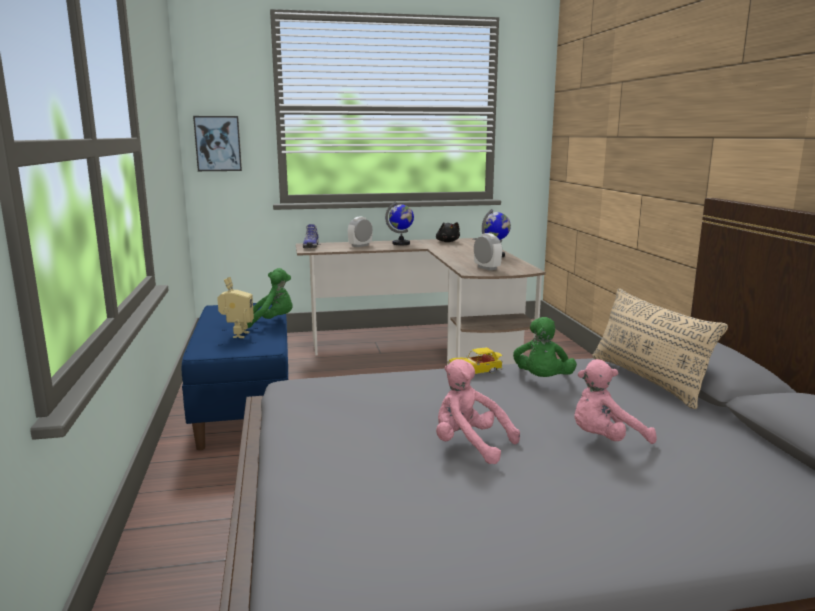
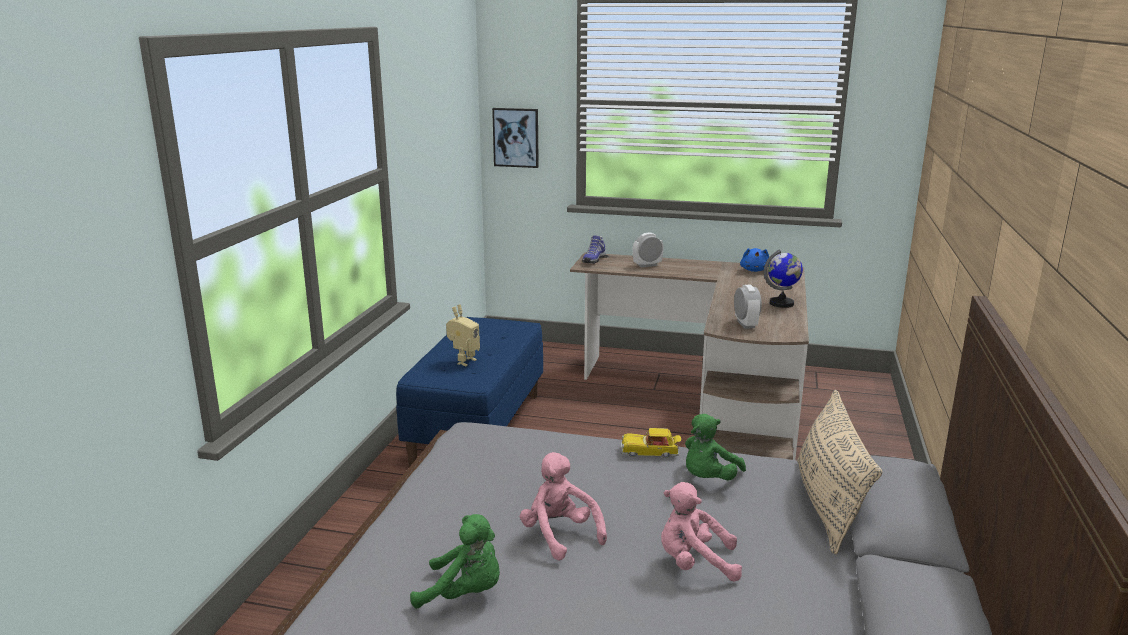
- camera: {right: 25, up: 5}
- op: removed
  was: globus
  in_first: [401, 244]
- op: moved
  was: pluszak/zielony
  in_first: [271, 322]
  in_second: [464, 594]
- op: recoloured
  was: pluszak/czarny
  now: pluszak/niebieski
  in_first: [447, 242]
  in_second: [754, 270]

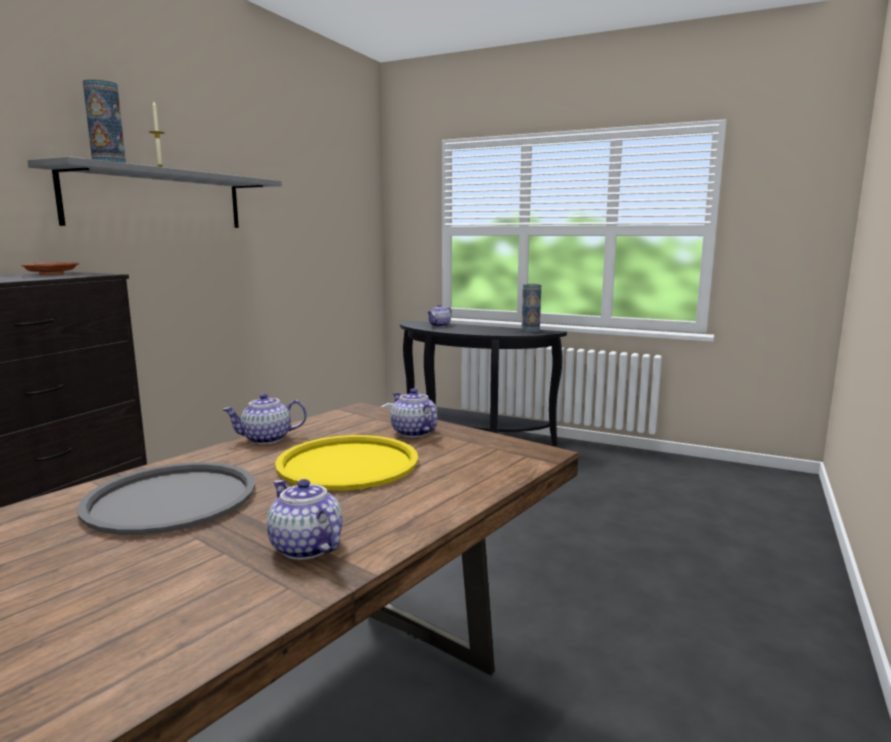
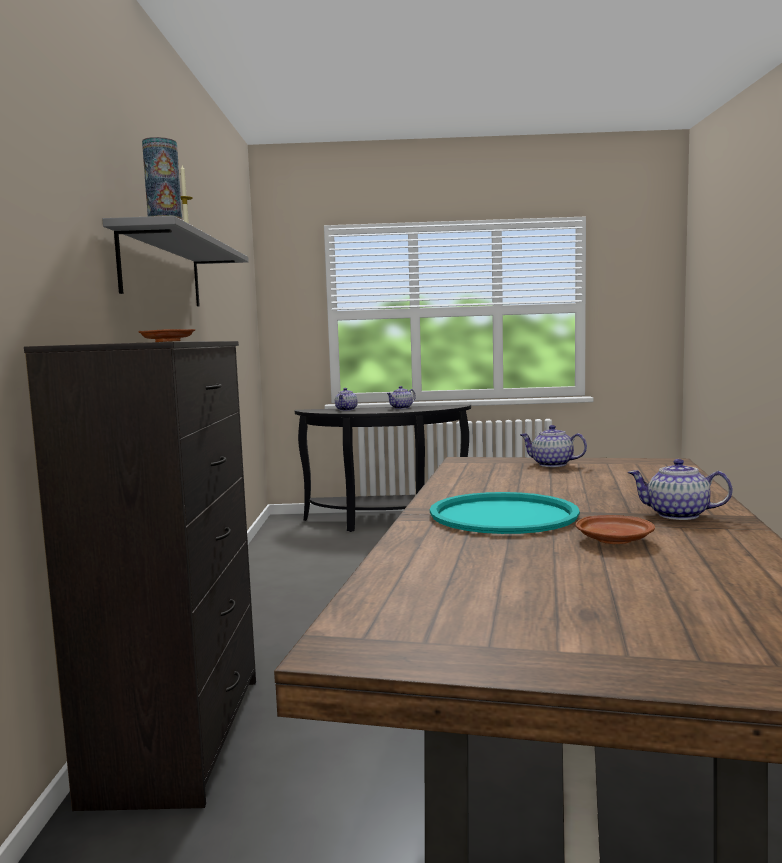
- camera: {right: -25, up: -5}
- op: removed
  was: taca/żółty
  in_first: [348, 464]
- op: removed
  was: wazon
  in_first: [530, 330]
- op: added
  now: talerz/brązowy
  in_second: [614, 540]
- op: moved
  was: imbryk
  in_first: [266, 439]
  in_second: [401, 408]
- op: recoloured
  was: taca/szary
  now: taca/turkusowy
  in_first: [171, 499]
  in_second: [503, 515]

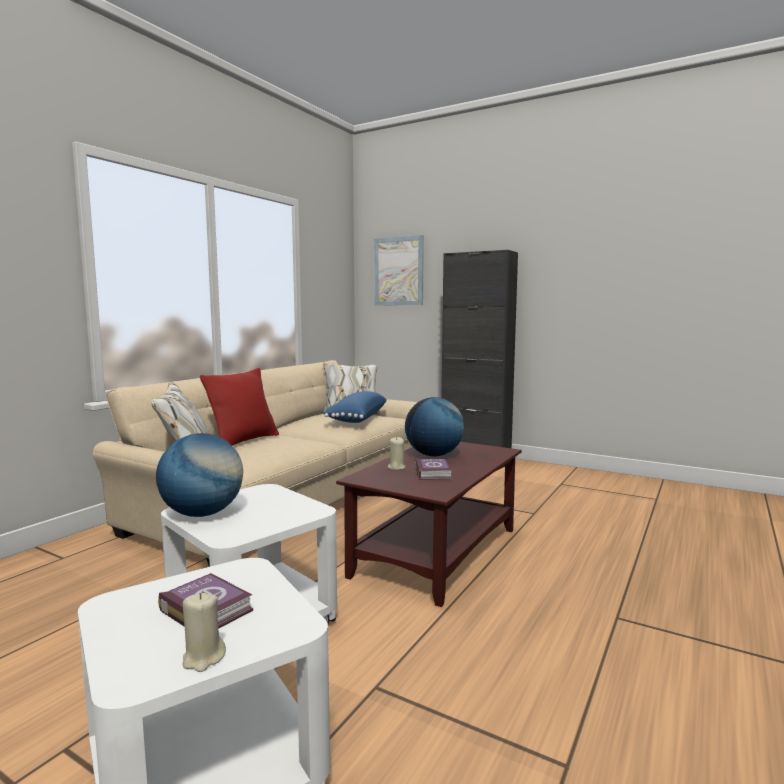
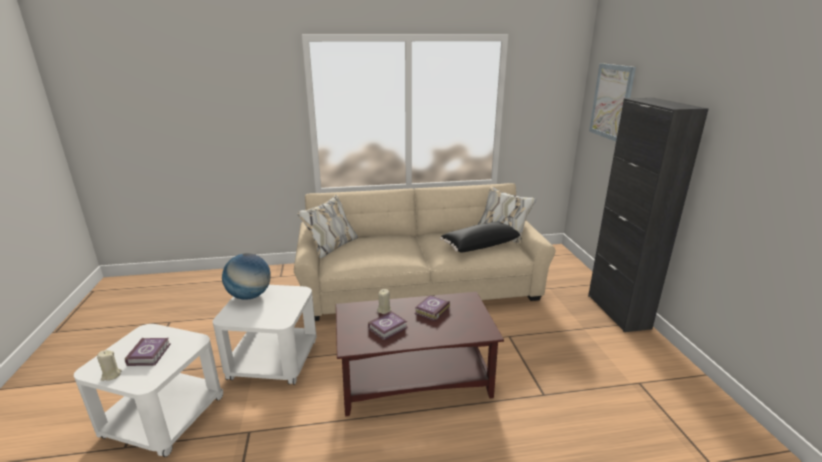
- camera: {right: 50, up: 15}
- op: removed
  was: poduszka/czerwony
  in_first: [244, 441]
- op: replaced
  was: globus
  now: książka
  in_first: [433, 455]
  in_second: [431, 310]
- op: recoloured
  was: poduszka/niebieski
  now: poduszka/czarny
  in_first: [356, 418]
  in_second: [479, 245]

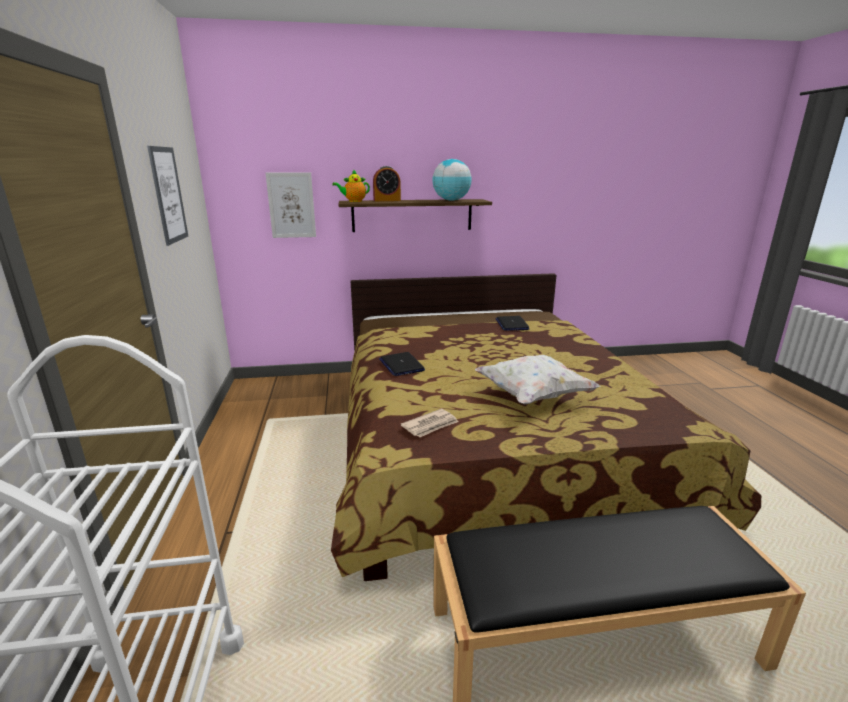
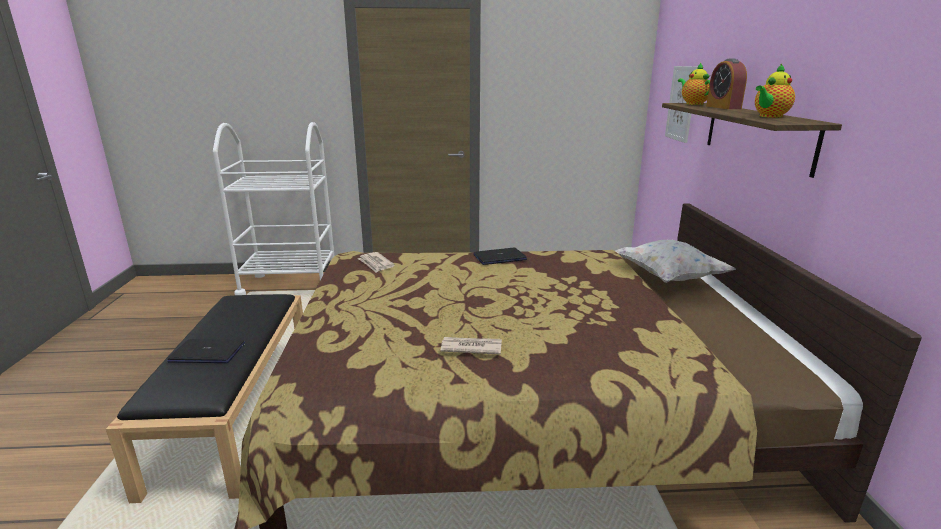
- camera: {right: 95, up: 0}
- op: removed
  was: obraz
  in_first: [168, 195]
- op: added
  now: gazeta
  in_second: [470, 347]
- op: moved
  was: poduszka/biały
  in_first: [533, 396]
  in_second: [668, 277]
- op: moved
  was: laptop
  in_first: [511, 324]
  in_second: [208, 352]
- op: replaced
  was: globus
  now: imbryk
  in_first: [451, 200]
  in_second: [769, 116]

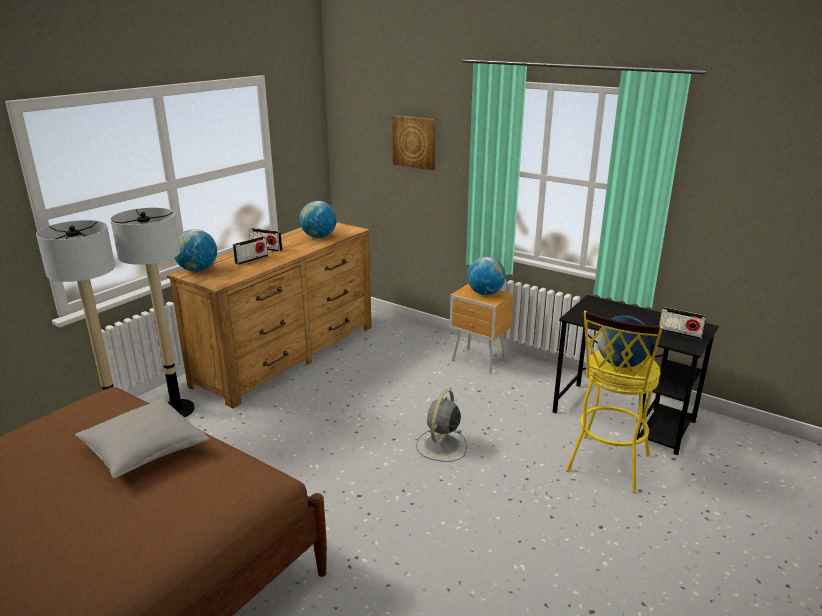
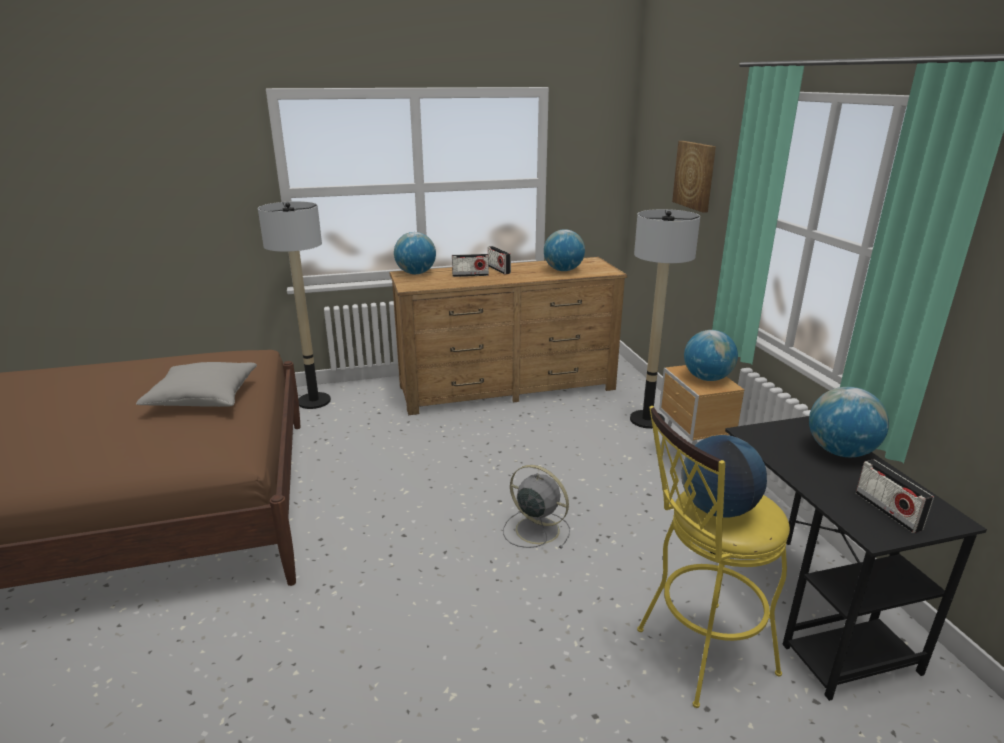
- camera: {right: 40, up: 0}
- op: added
  now: globus
  in_second: [840, 452]
- op: moved
  was: lampa stojąca
  in_first: [177, 410]
  in_second: [647, 420]
- op: turned
  was: wentylator/szary
  in_first: [441, 445]
  in_second: [535, 529]
  clockwise: 60

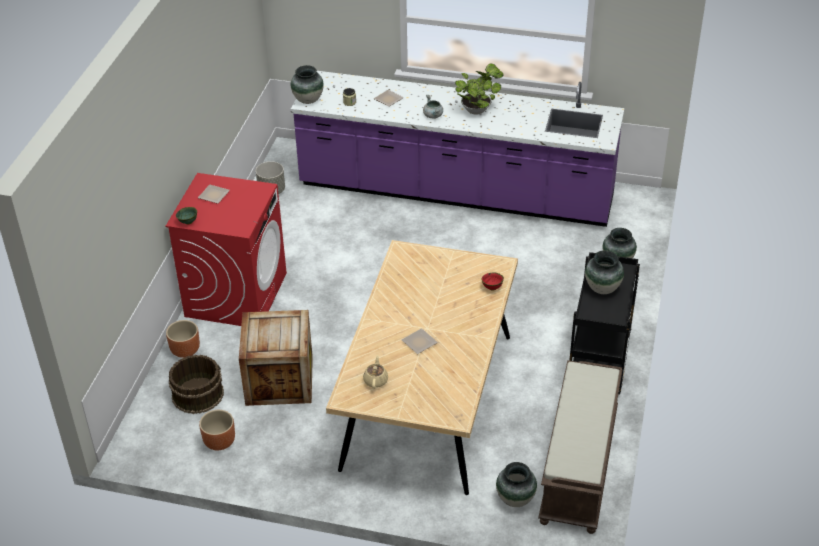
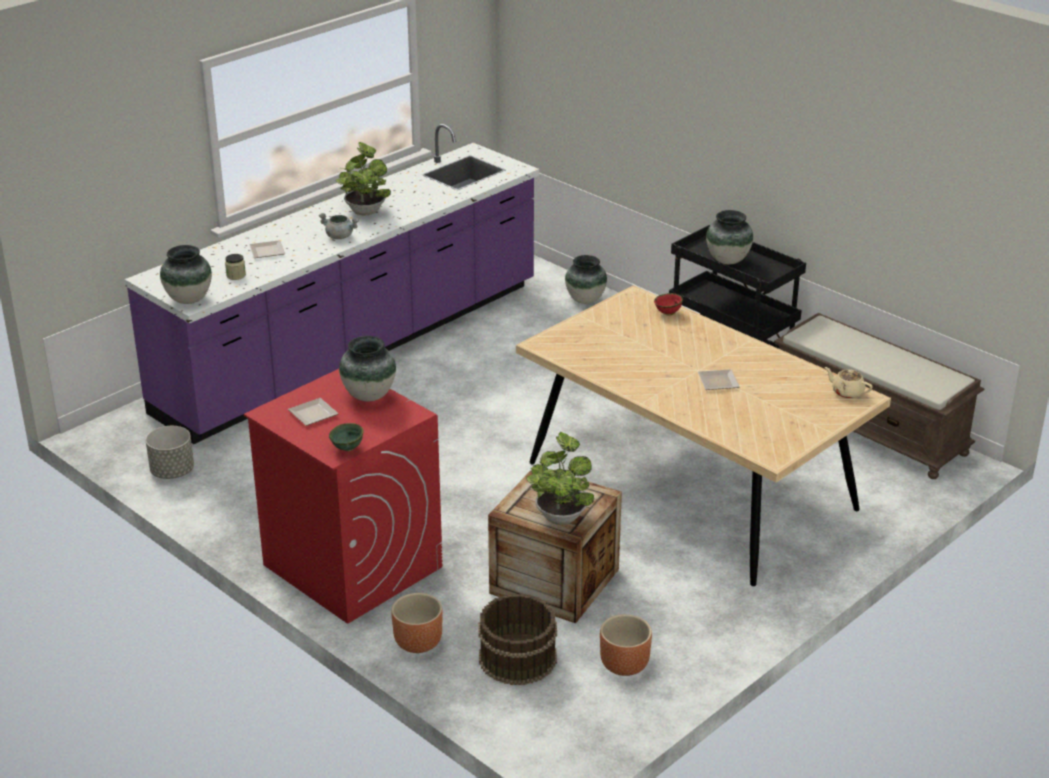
- camera: {right: -60, up: -10}
- op: added
  now: roślina doniczkowa
  in_second: [561, 515]
- op: moved
  was: imbryk/beżowy
  in_first: [376, 380]
  in_second: [847, 392]
- op: moved
  was: wazon
  in_first: [515, 499]
  in_second: [368, 395]

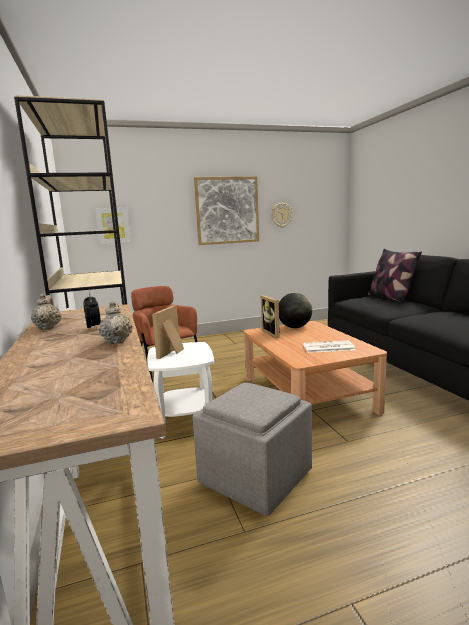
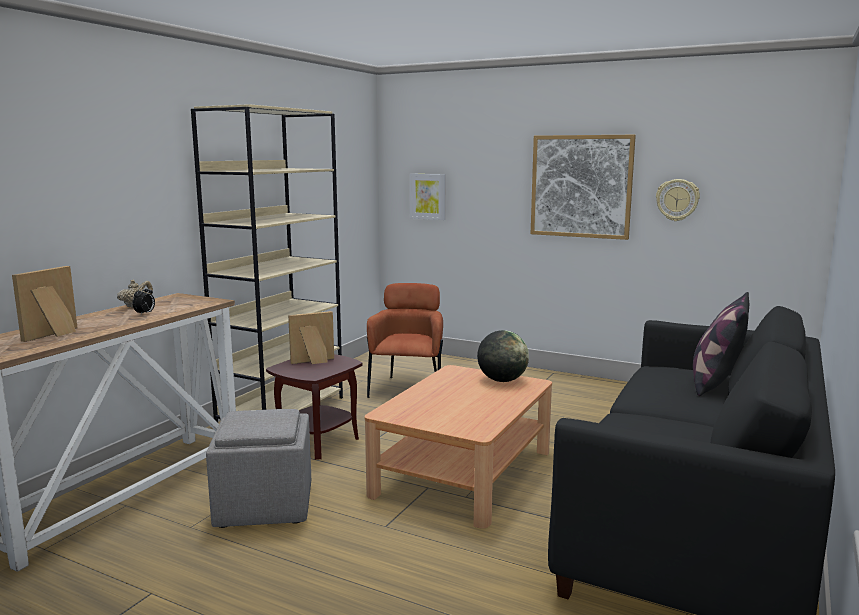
- camera: {right: 45, up: 0}
- op: removed
  was: imbryk/beżowy
  in_first: [117, 341]
- op: removed
  was: gazeta
  in_first: [327, 347]
- op: moved
  was: ramka na zdjęcie
  in_first: [273, 333]
  in_second: [55, 335]
- op: recoloured
  was: stolik/biały
  now: stolik/brązowy
  in_first: [185, 420]
  in_second: [317, 441]

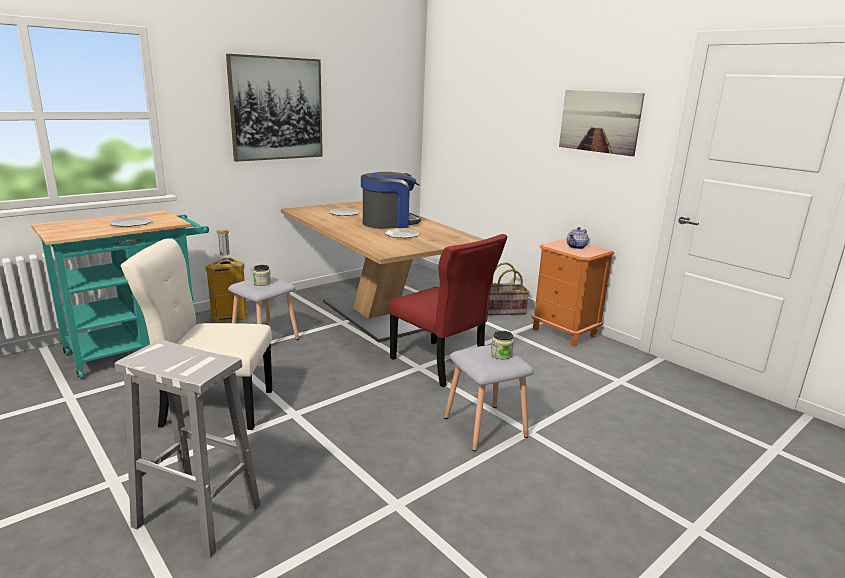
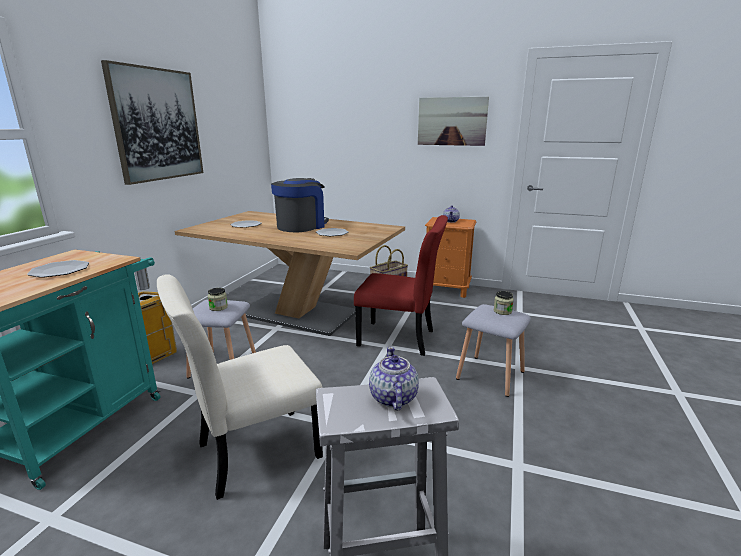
- camera: {right: -30, up: 0}
- op: added
  now: imbryk
  in_second: [392, 398]

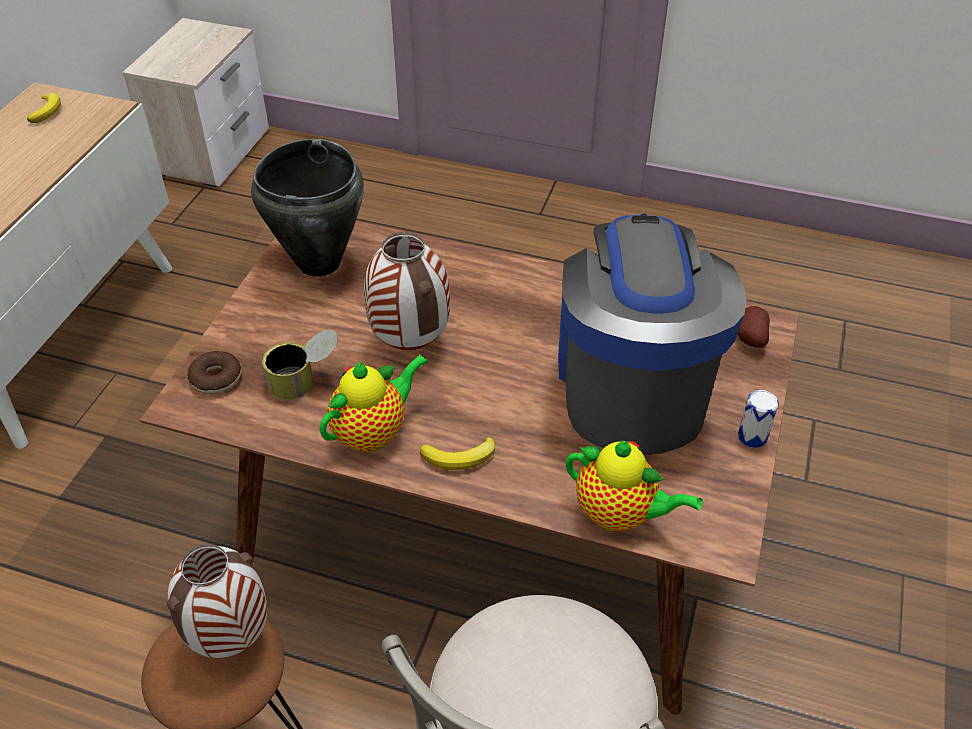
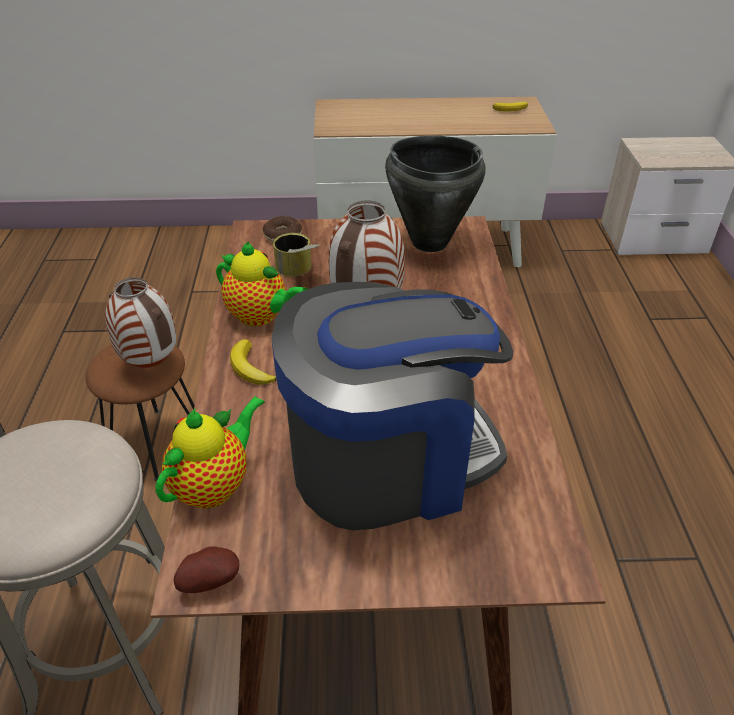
- camera: {right: 70, up: -5}
- op: removed
  was: puszka
  in_first: [752, 436]
- op: moved
  was: ziemniak
  in_first: [748, 339]
  in_second: [210, 580]
- op: turned
  was: imbryk
  in_first: [620, 514]
  in_second: [215, 485]
  clockwise: -150

